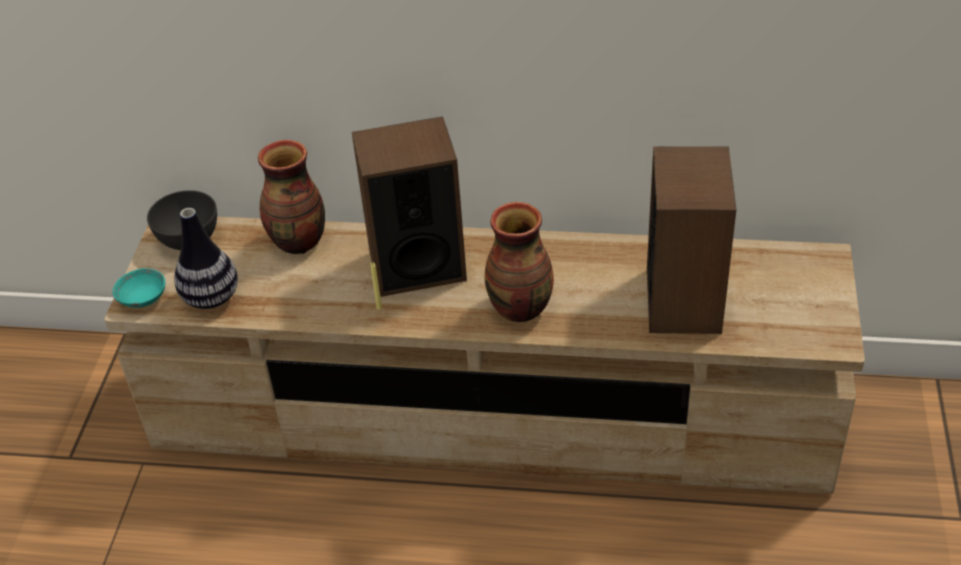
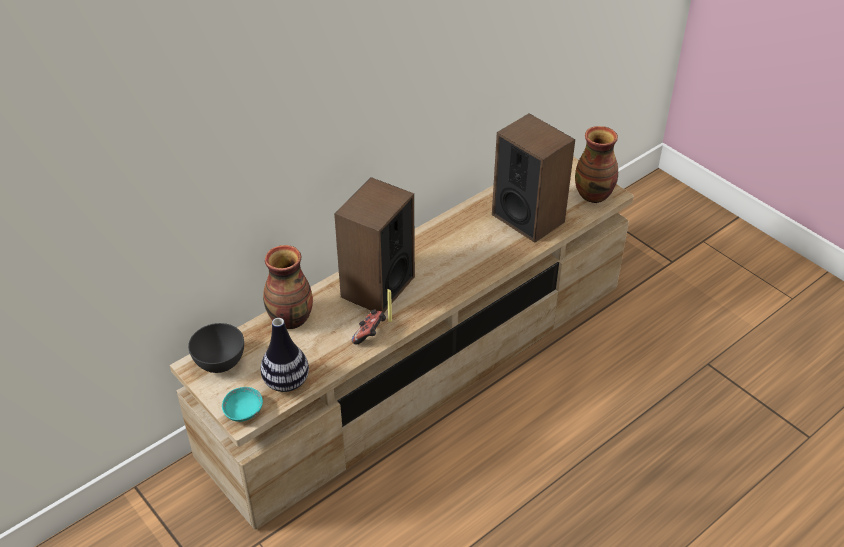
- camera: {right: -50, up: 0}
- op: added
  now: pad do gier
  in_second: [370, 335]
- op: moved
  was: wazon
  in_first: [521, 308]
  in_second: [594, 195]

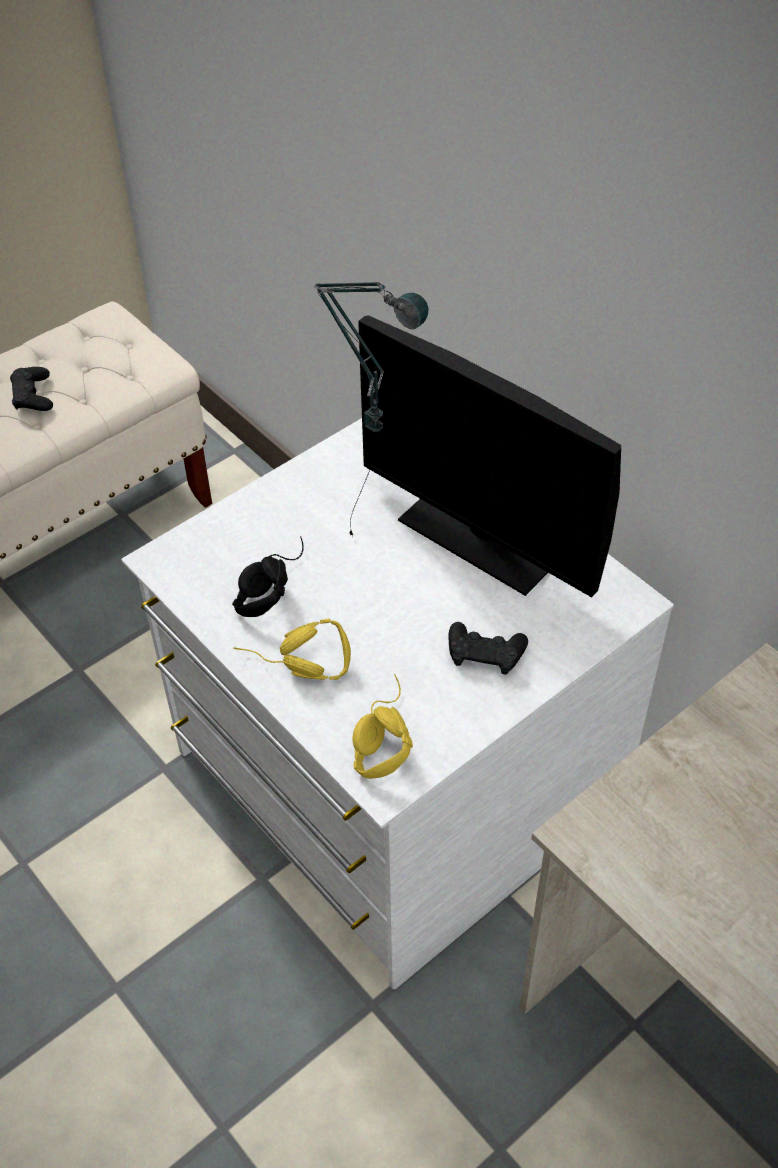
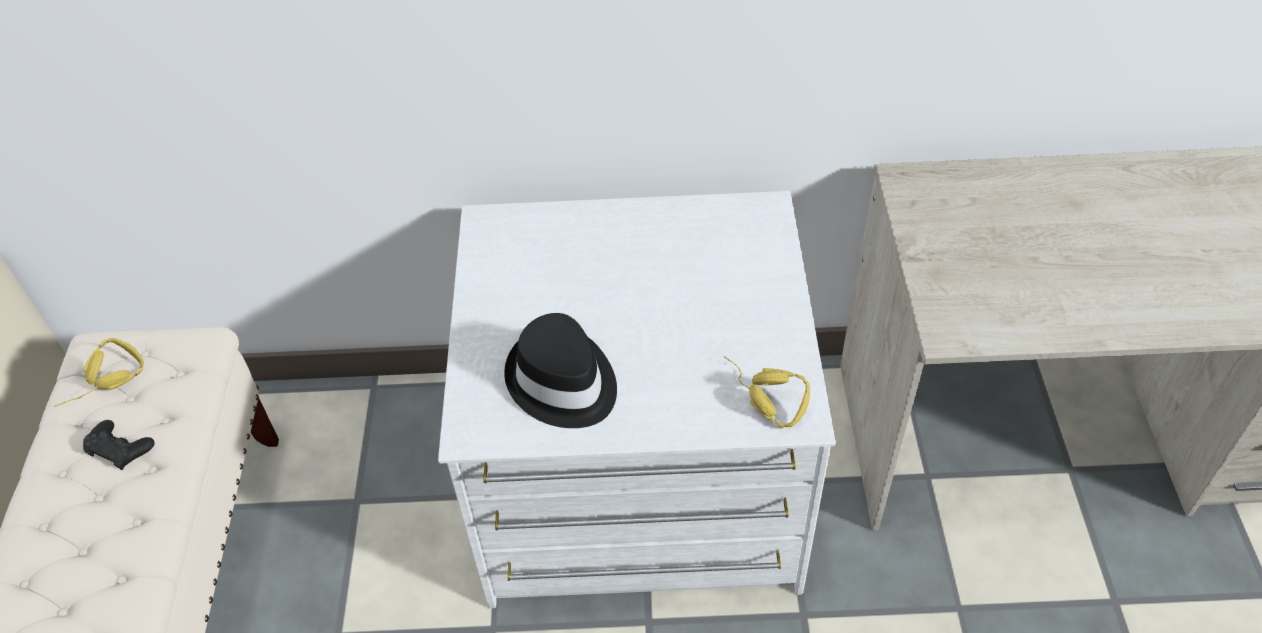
- camera: {right: -50, up: 0}
- op: removed
  was: lampa stołowa
  in_first: [374, 535]
- op: removed
  was: monitor
  in_first: [481, 536]
- op: removed
  was: pad do gier/czarny
  in_first: [485, 653]
- op: moved
  was: słuchawki/żółty
  in_first: [294, 668]
  in_second: [106, 389]
- op: replaced
  was: słuchawki/czarny
  now: kapelusz/czarny
  in_first: [268, 584]
  in_second: [562, 382]

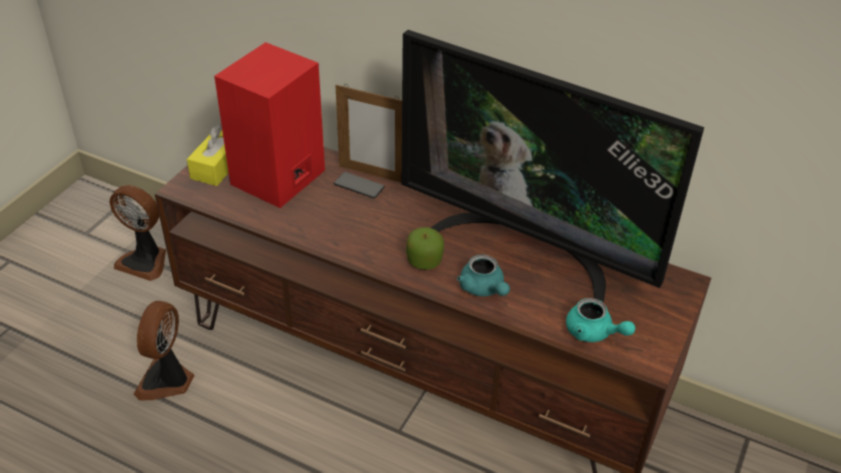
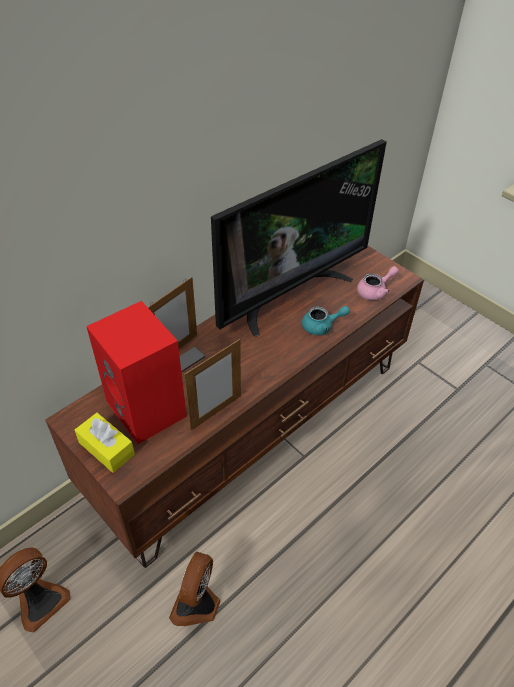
- camera: {right: -70, up: 5}
- op: removed
  was: jabłko
  in_first: [424, 260]
- op: added
  now: ramka na zdjęcie
  in_second: [216, 412]
- op: recoloured
  was: imbryk/turkusowy
  now: imbryk/różowy
  in_first: [594, 333]
  in_second: [375, 291]
- op: turned
  was: wentylator
  in_first: [167, 380]
  in_second: [197, 604]
  clockwise: 75

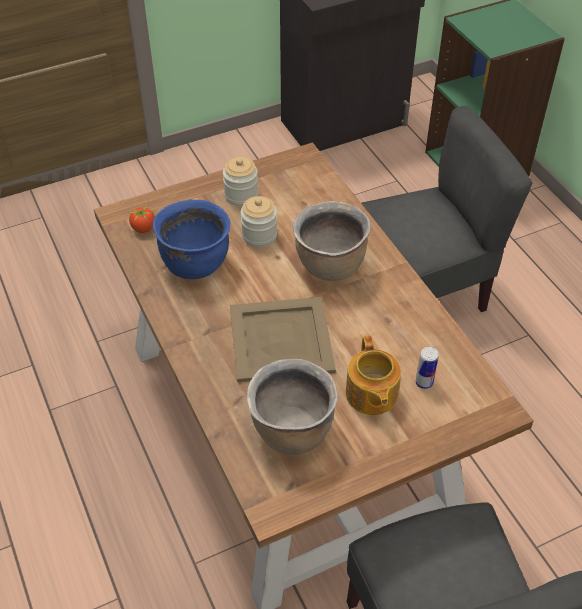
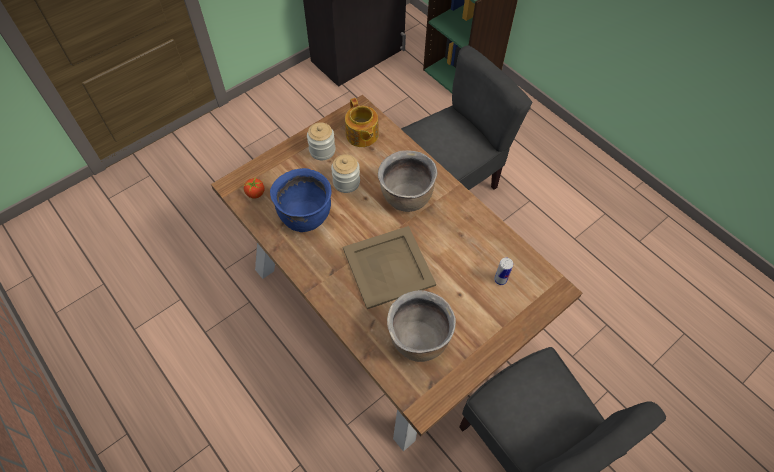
- camera: {right: -15, up: 10}
- op: moved
  was: imbryk
  in_first: [371, 395]
  in_second: [362, 135]

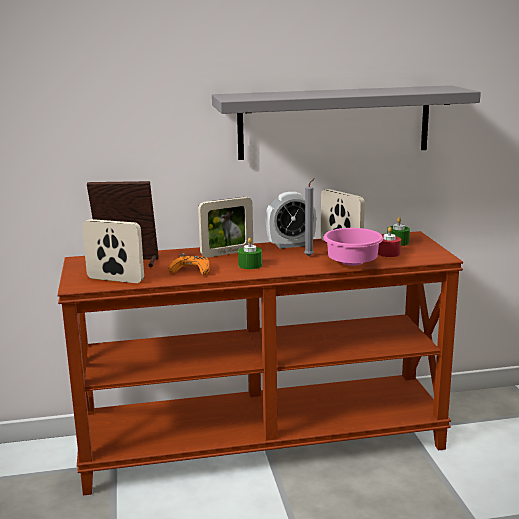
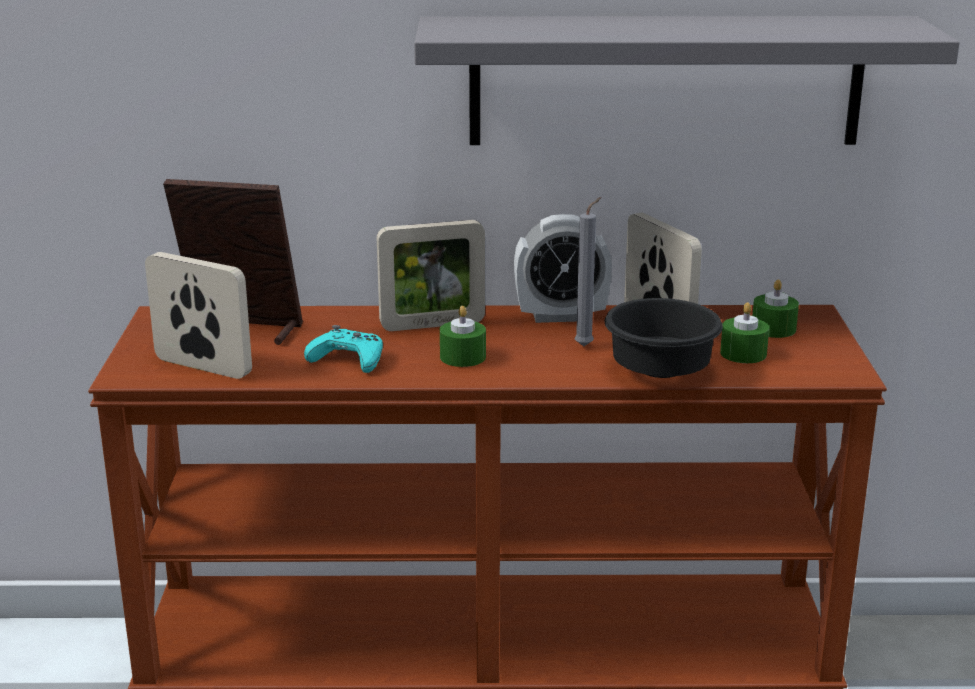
- camera: {right: 10, up: 5}
- op: recoloured
  was: pad do gier/pomarańczowy
  now: pad do gier/turkusowy
  in_first: [191, 270]
  in_second: [348, 359]
- op: recoloured
  was: miska/różowy
  now: miska/czarny
  in_first: [350, 263]
  in_second: [656, 371]
- op: recoloured
  was: świeca/czerwony
  now: świeca/zielony
  in_first: [388, 253]
  in_second: [743, 353]

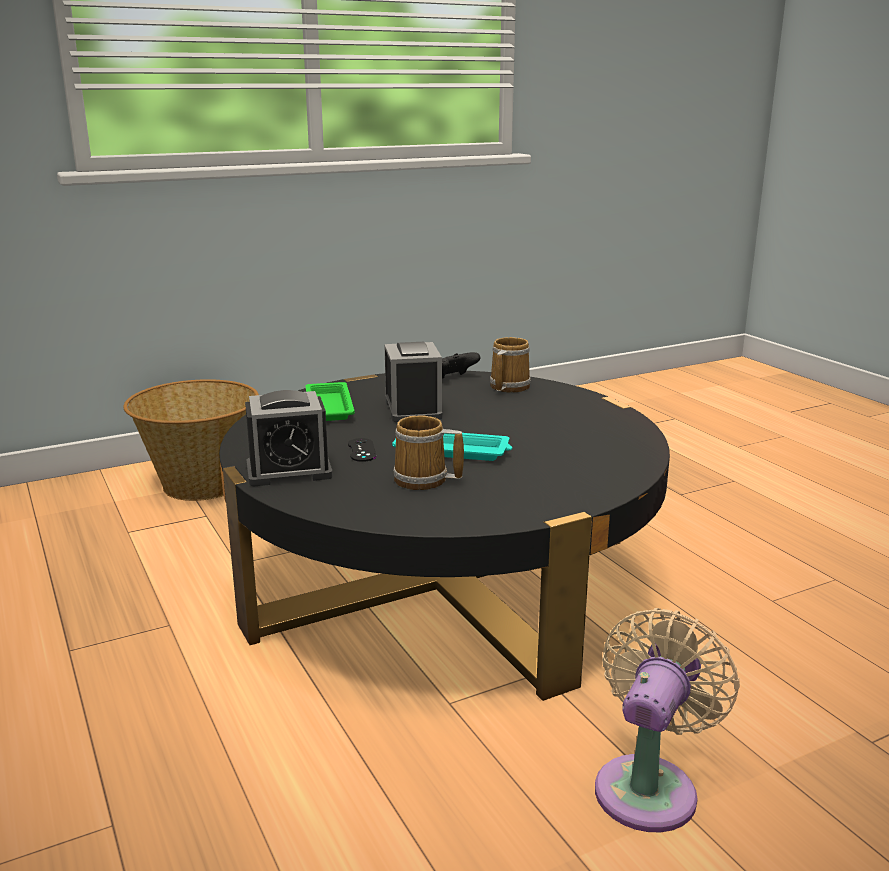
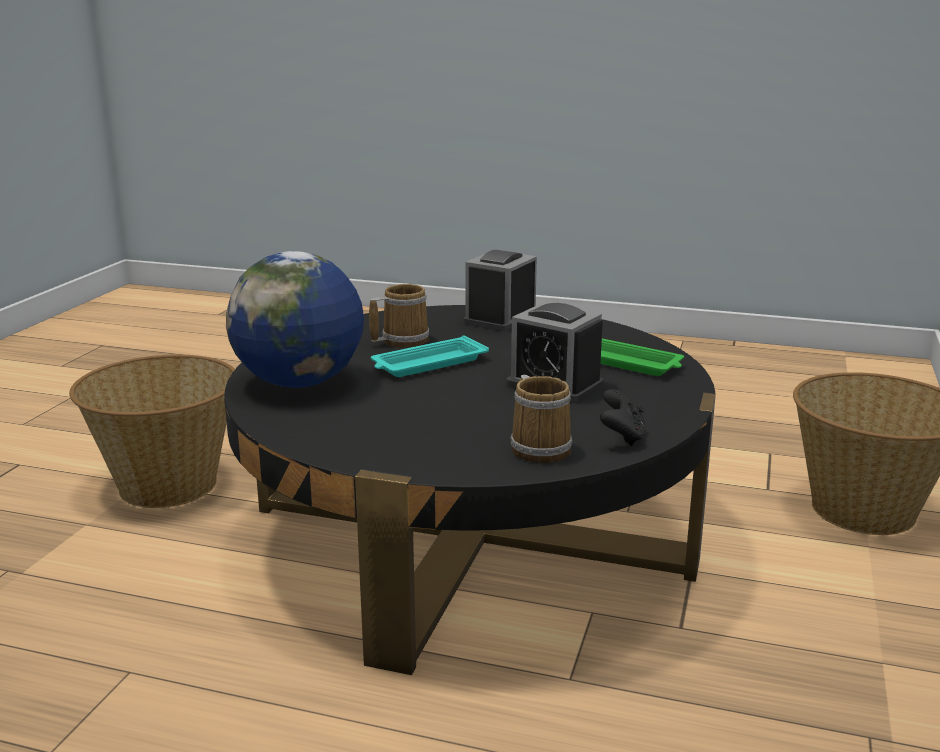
- camera: {right: 135, up: 0}
- op: removed
  was: pad do gier/czarny
  in_first: [362, 450]
- op: added
  now: globus
  in_second: [300, 383]
- op: replaced
  was: wentylator/beżowy
  now: koszyk
  in_first: [649, 786]
  in_second: [168, 484]

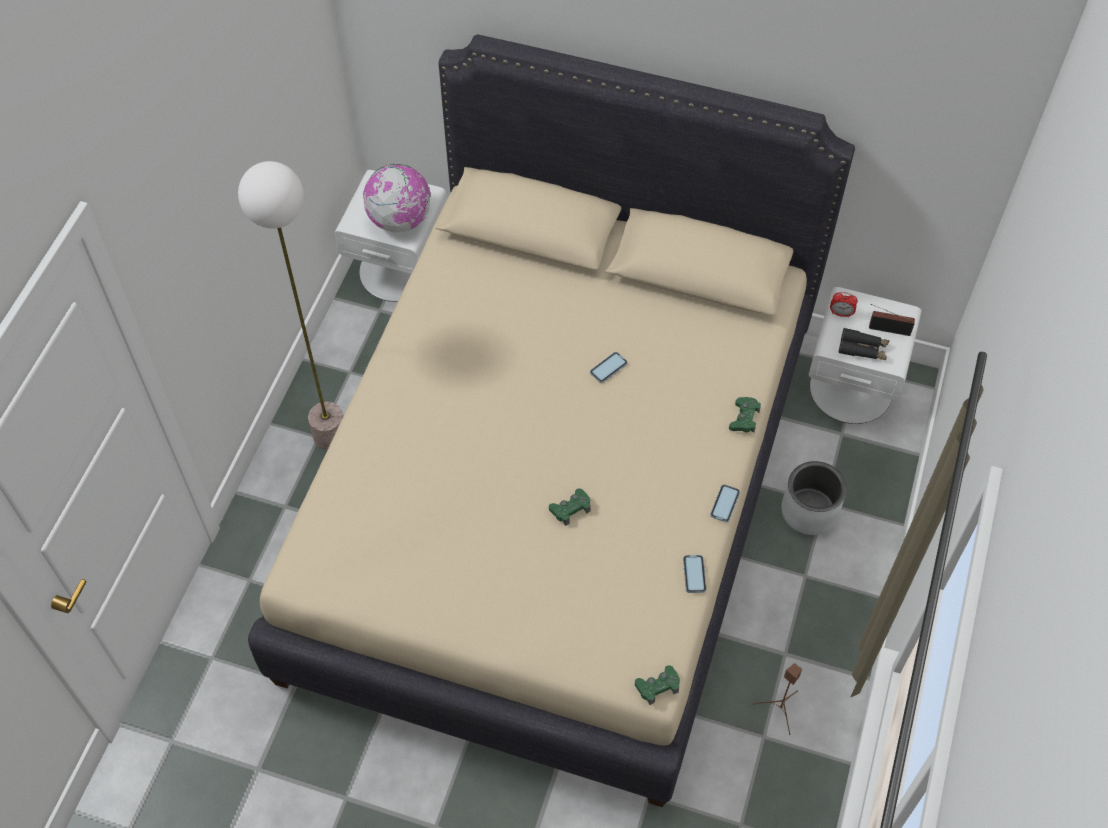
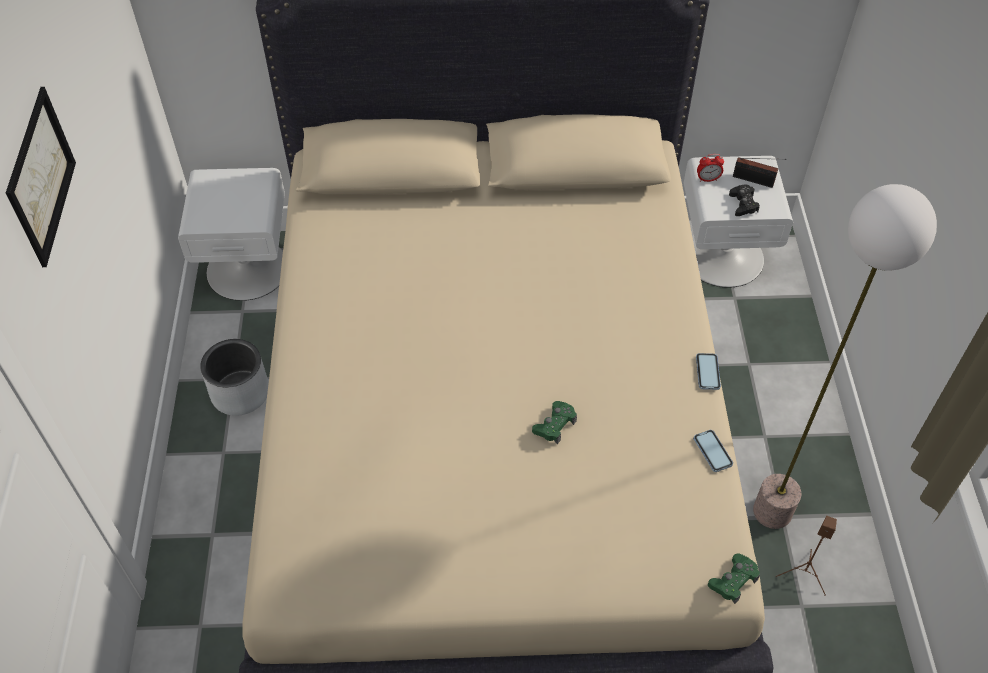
- camera: {right: -20, up: -5}
- op: removed
  was: globus
  in_first: [400, 220]
- op: removed
  was: telefon
  in_first: [608, 368]
- op: removed
  was: pad do gier/zielony
  in_first: [744, 418]
- op: added
  now: obraz
  in_second: [41, 176]
- op: moved
  was: lampa stojąca
  in_first: [330, 436]
  in_second: [773, 512]
- op: moved
  was: donica/szary
  in_first: [809, 510]
  in_second: [240, 392]
- op: replaced
  was: lornetka/czarny
  now: pad do gier/czarny
  in_first: [863, 349]
  in_second: [743, 204]
- op: turned
  was: radio
  in_first: [887, 328]
  in_second: [755, 181]
  clockwise: -150

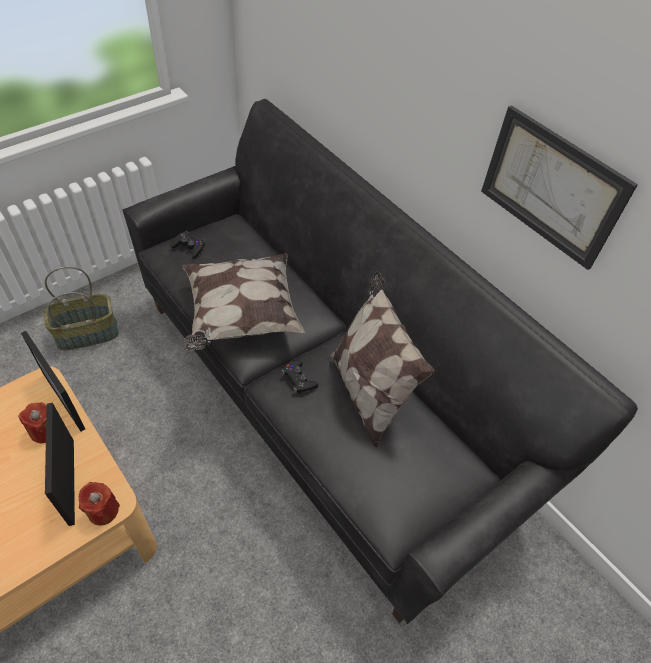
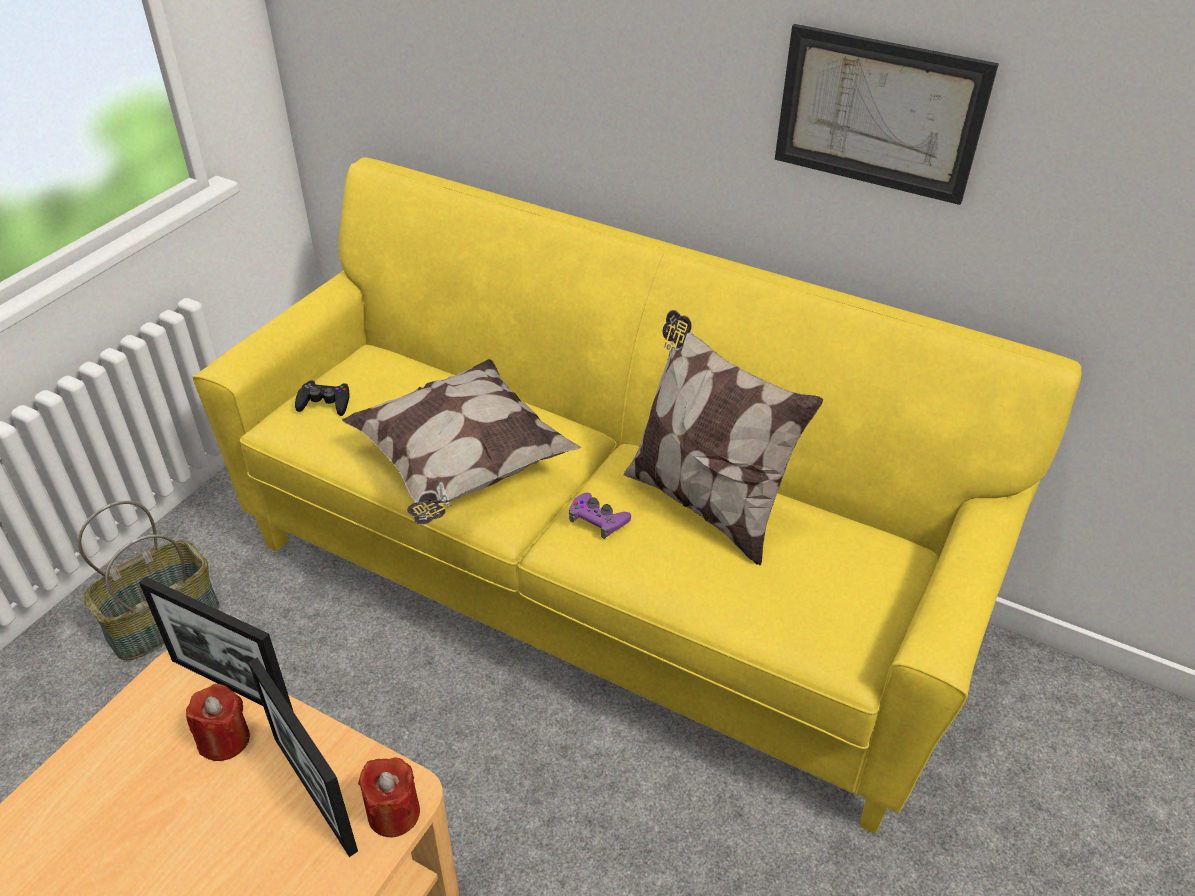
- camera: {right: -20, up: -10}
- op: recoloured
  was: kanapa/czarny
  now: kanapa/żółty
  in_first: [320, 402]
  in_second: [596, 587]
- op: recoloured
  was: pad do gier/czarny
  now: pad do gier/fioletowy
  in_first: [299, 379]
  in_second: [598, 519]

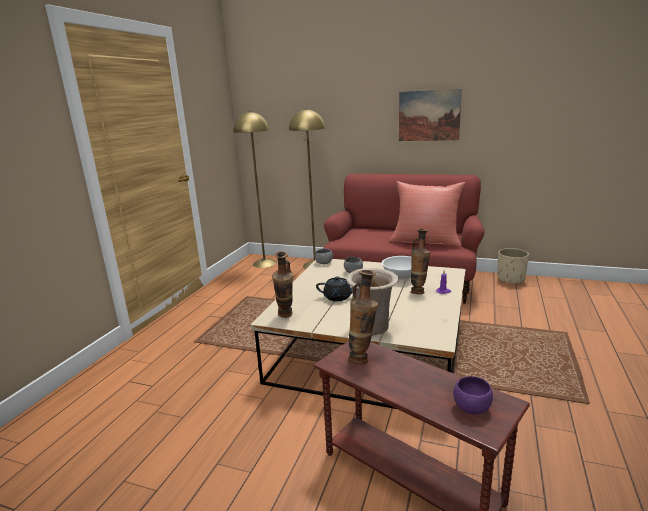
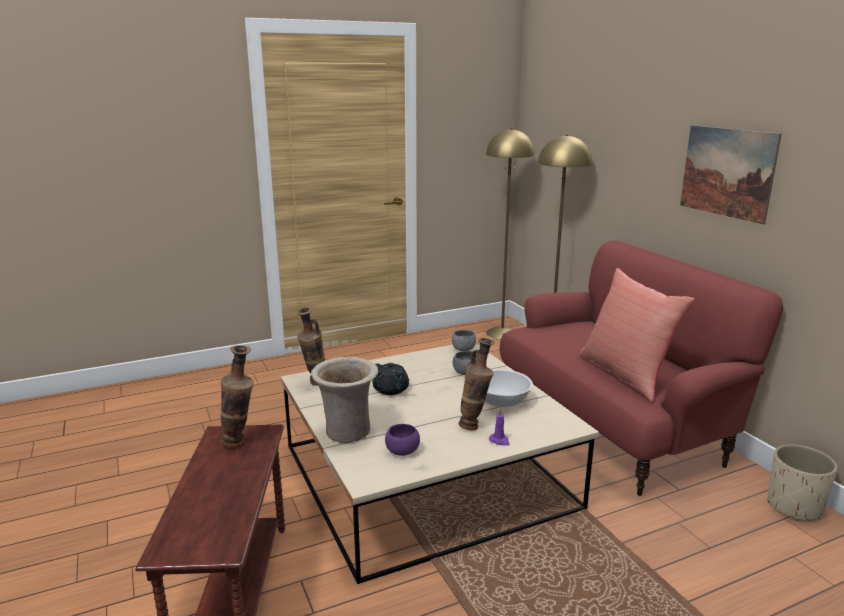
- camera: {right: 45, up: 0}
- op: moved
  was: miska/fioletowy
  in_first: [471, 408]
  in_second: [402, 451]

